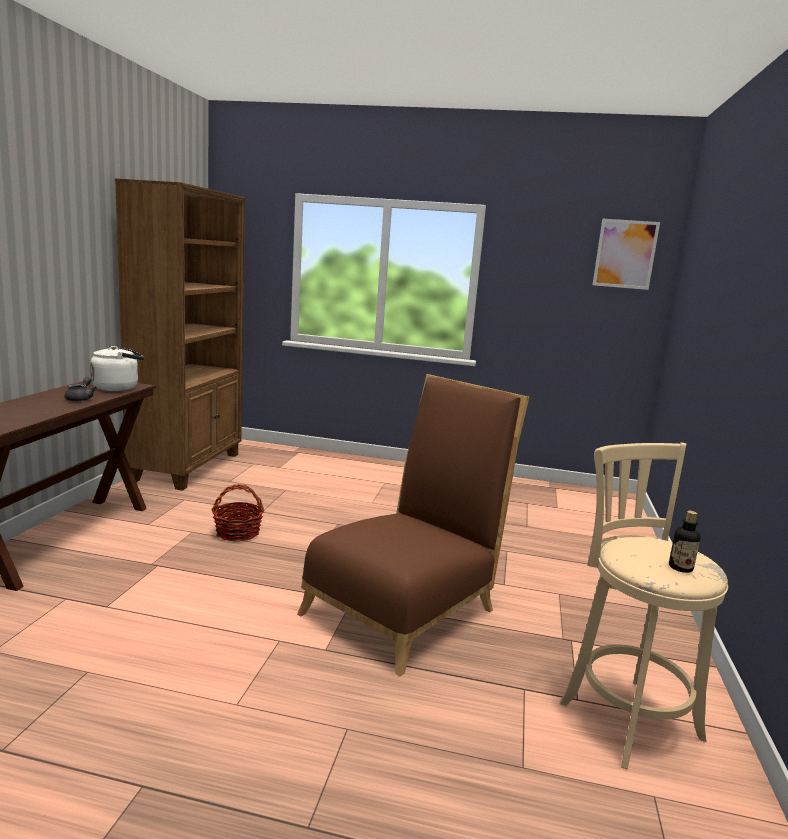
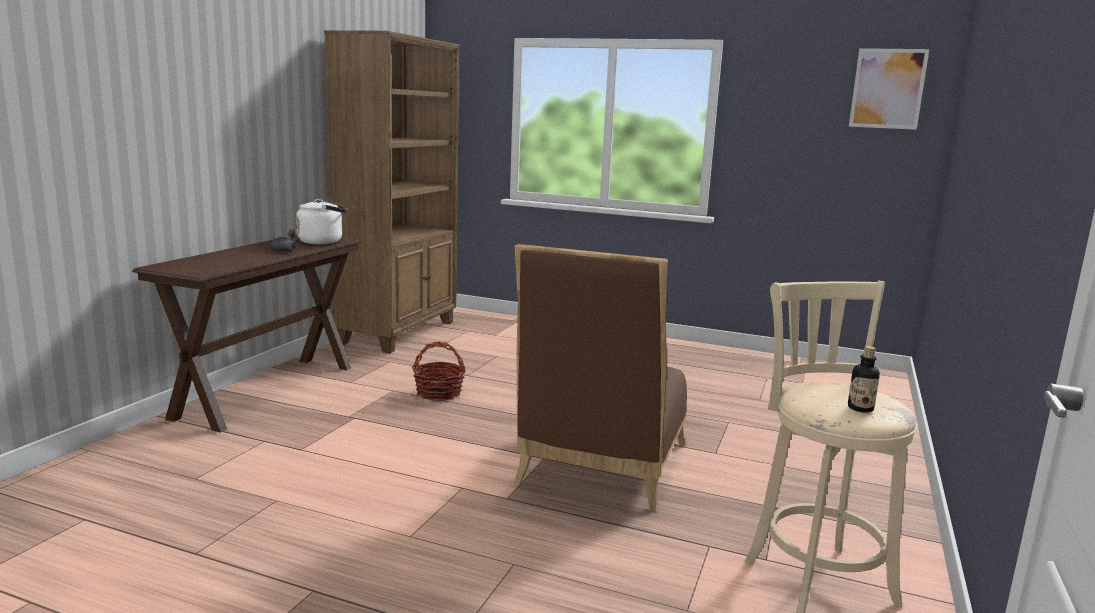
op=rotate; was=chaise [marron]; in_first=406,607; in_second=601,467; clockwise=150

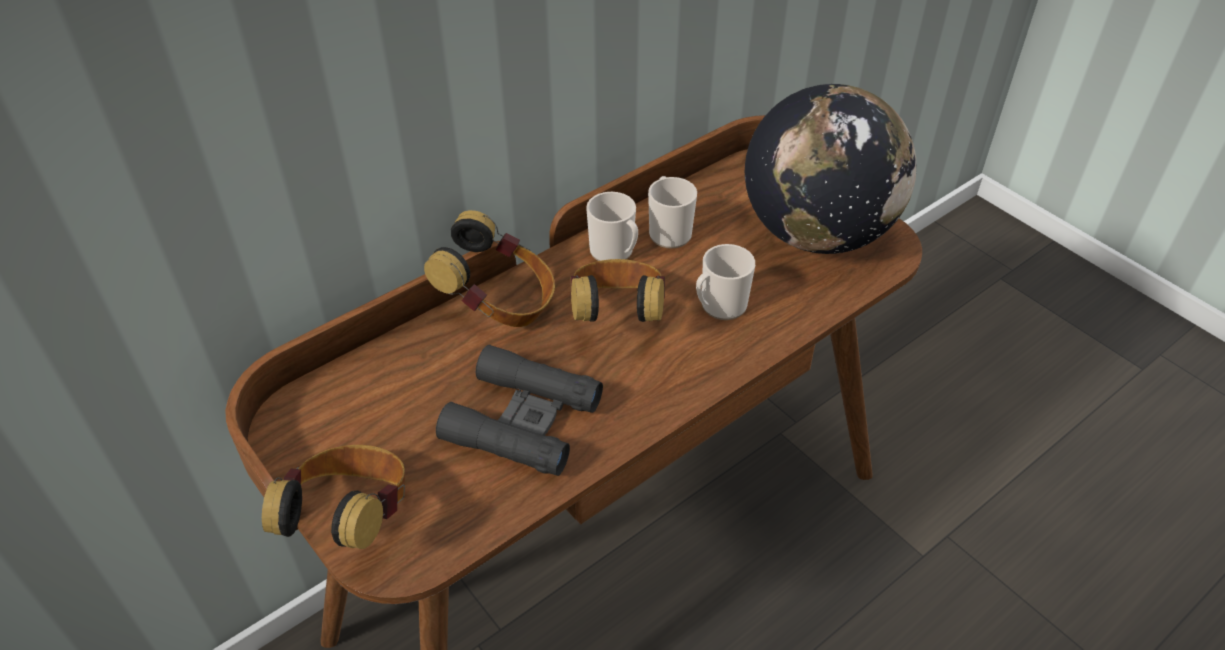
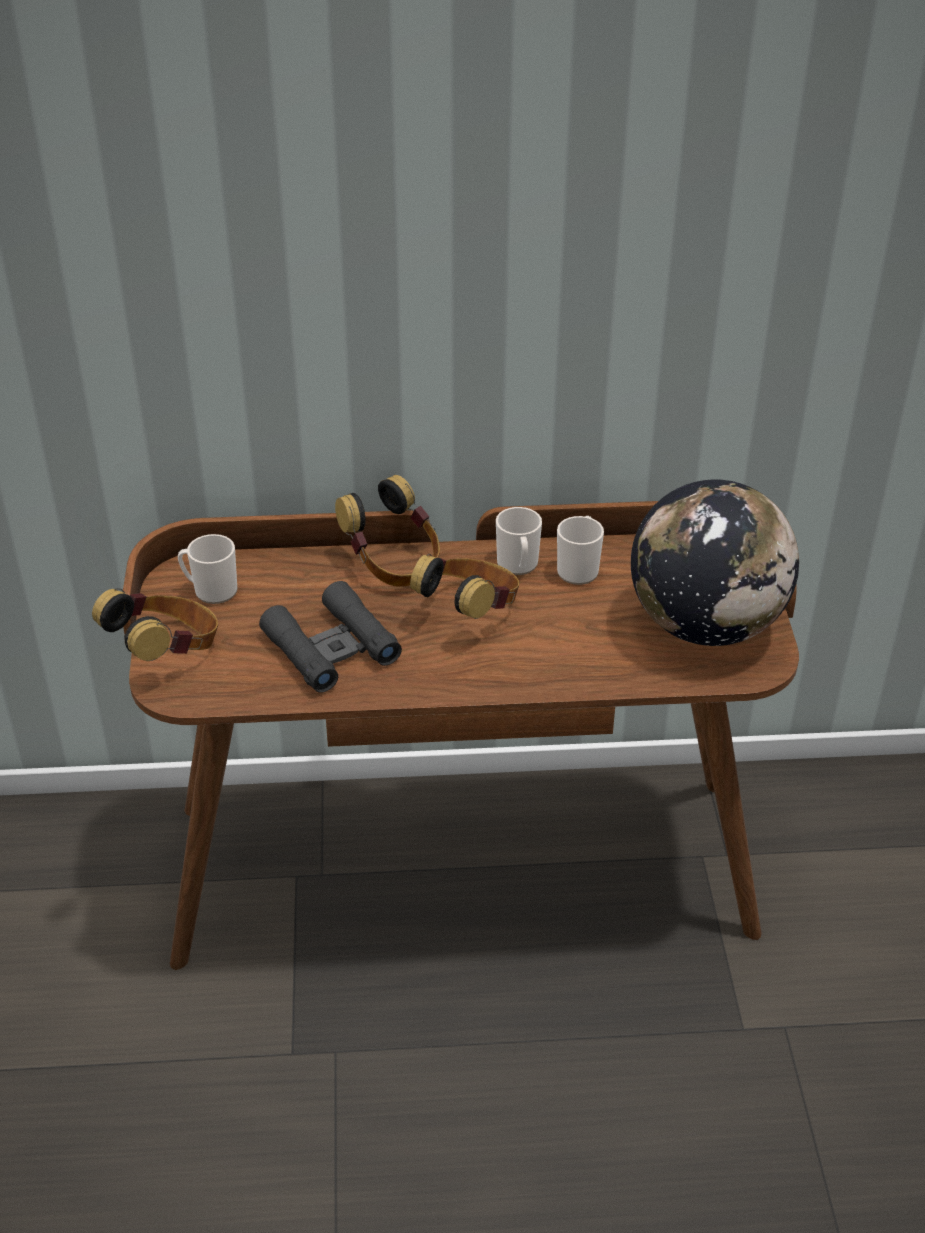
op=move; was=mug; in_first=719,306; in_second=211,590

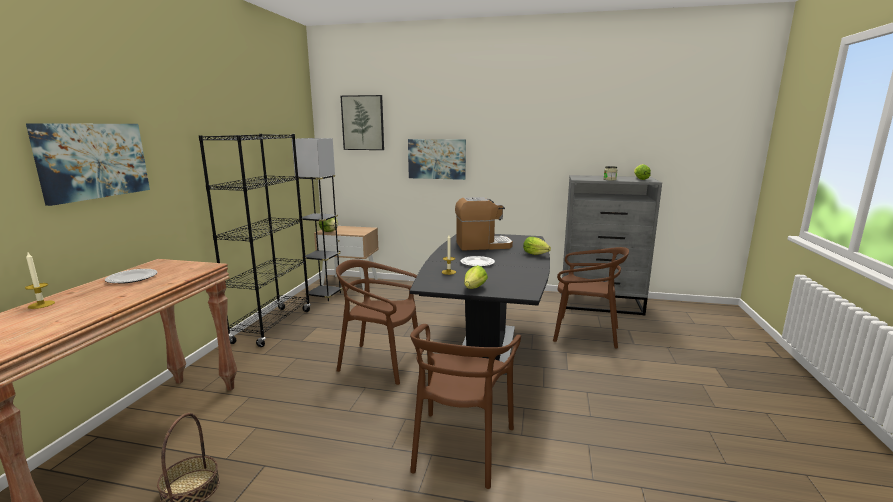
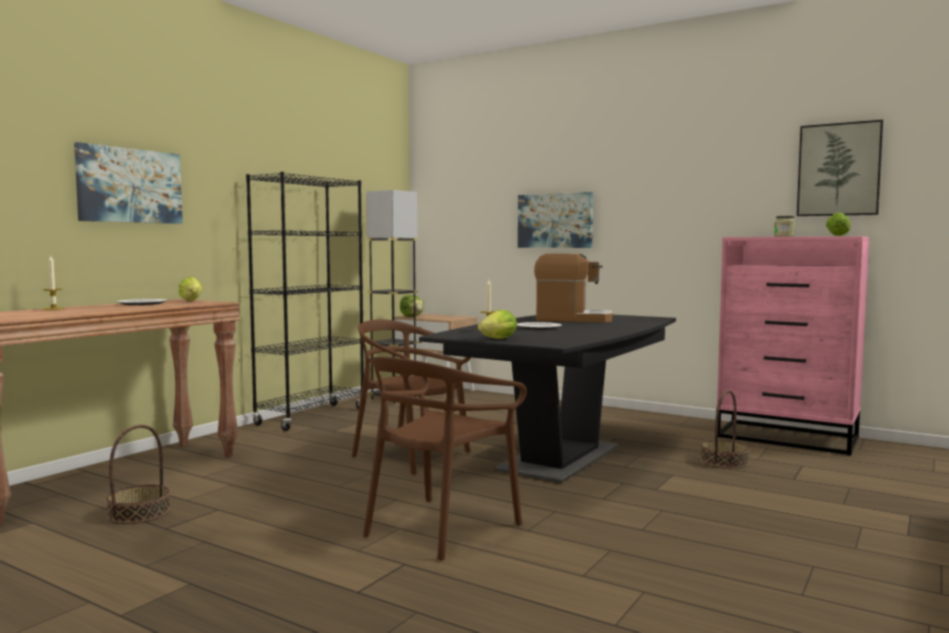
op=move; was=tableau; in_first=363,123; in_second=839,169
op=recolor; was=commode [gris]; now=commode [rose]; in_first=601,303; in_second=788,437
op=move; was=laitue; in_first=537,254; in_second=192,301
op=replace; was=chaise [marron]; now=panier; in_first=585,333; in_second=724,461

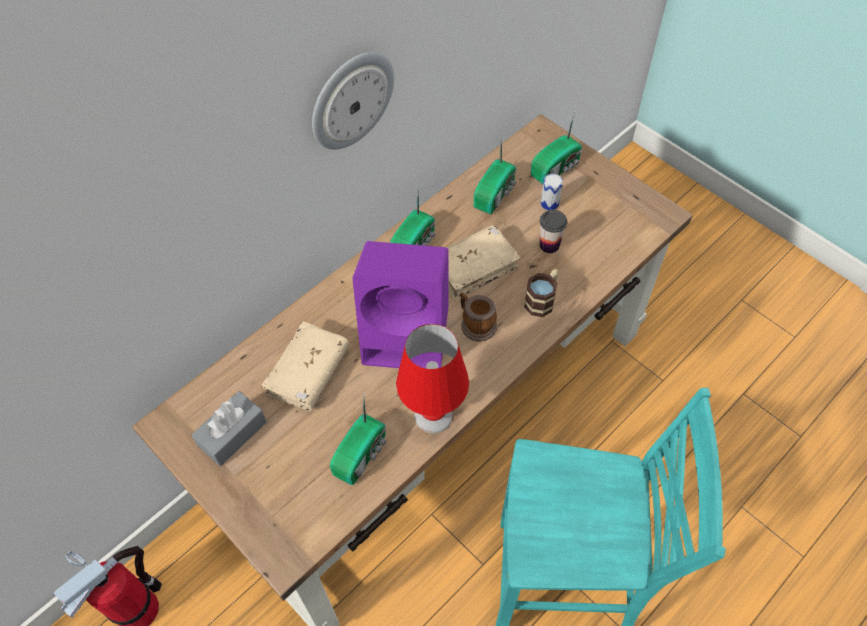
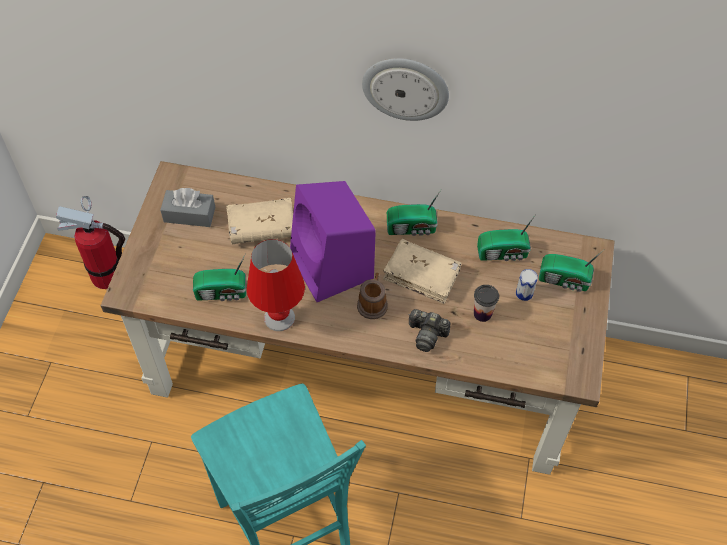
op=replace; was=mug; now=appareil photo; in_first=542,300; in_second=427,334

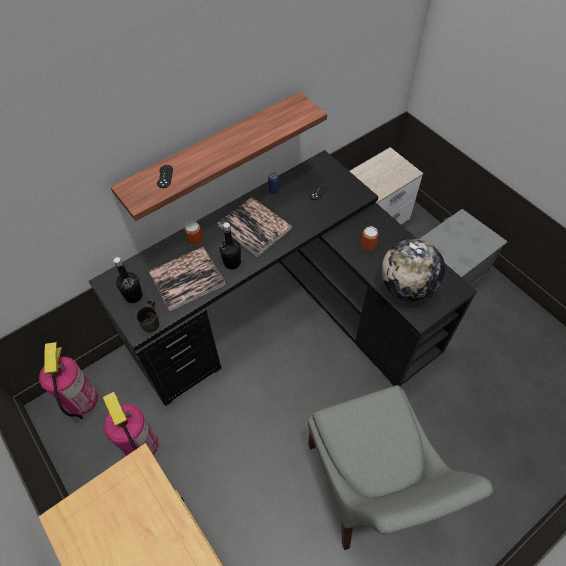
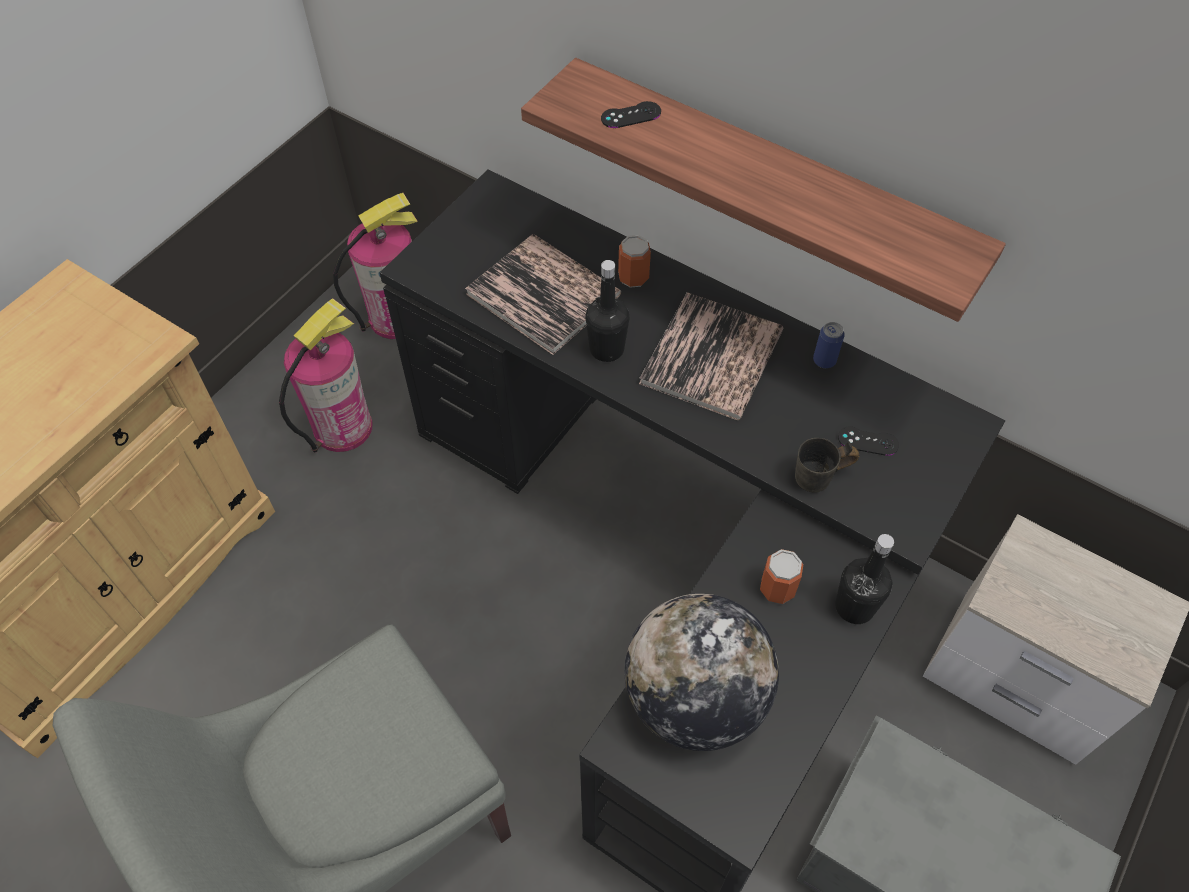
op=move; was=bouteille [noir]; in_first=133,296; in_second=854,607
op=move; was=mug [gris]; in_first=154,322; in_second=821,481

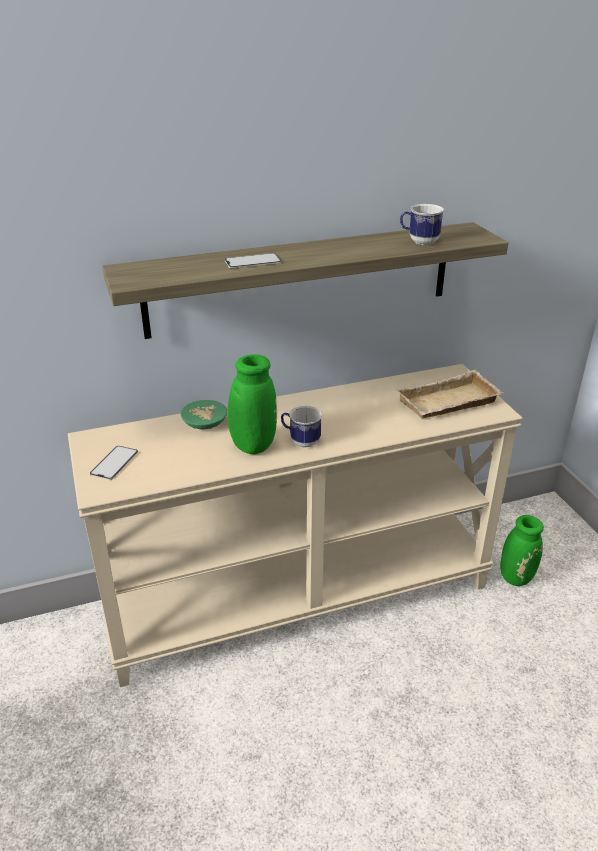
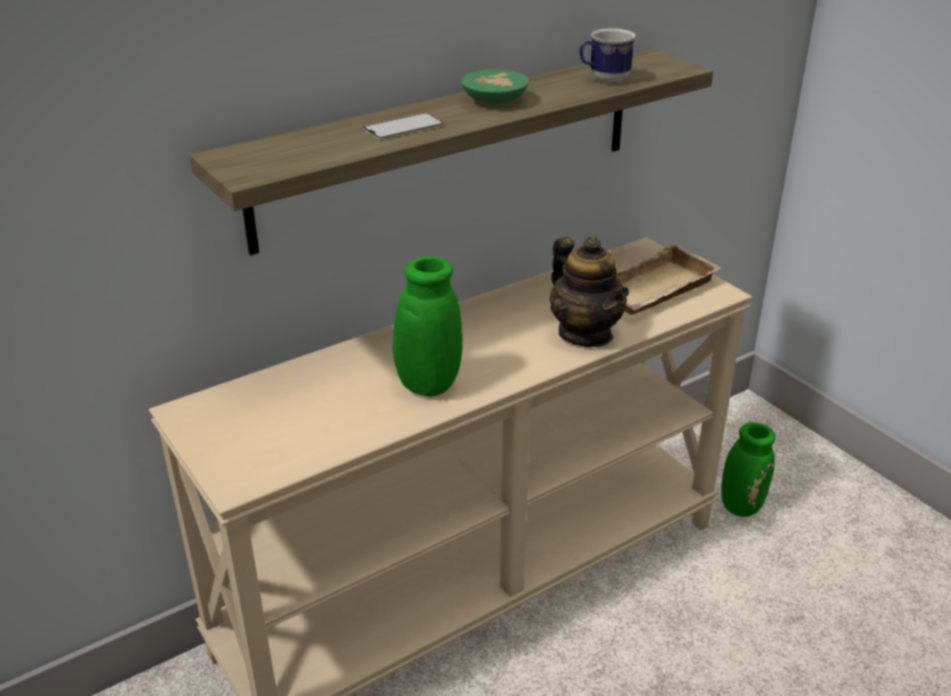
op=move; was=bol [vert]; in_first=205,424; in_second=496,101
op=delete; was=mug; in_first=300,441
op=delete; was=téléphone; in_first=114,463
op=insert; now=théière; in_second=585,334

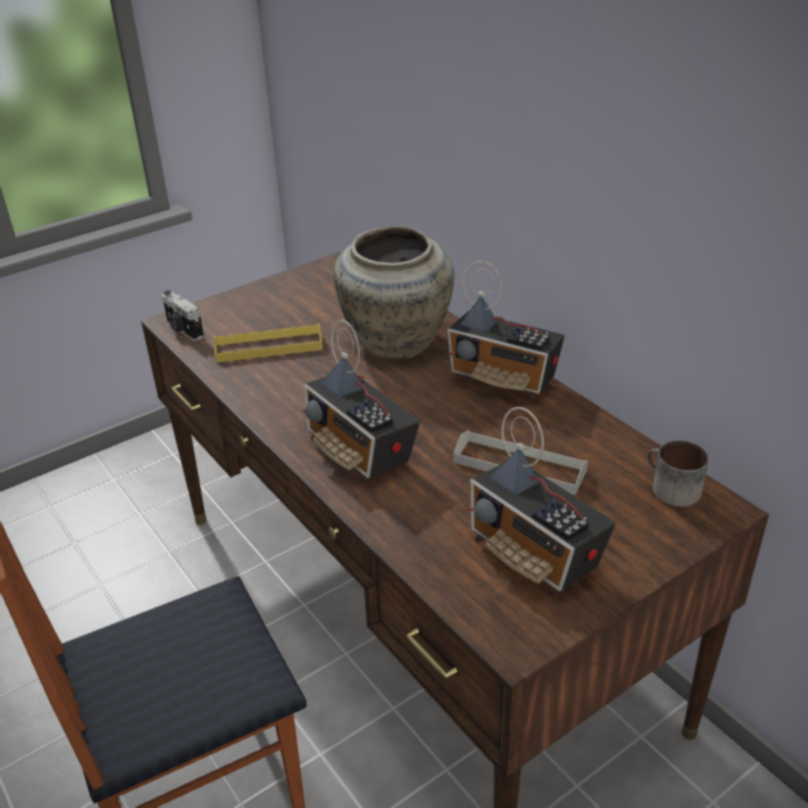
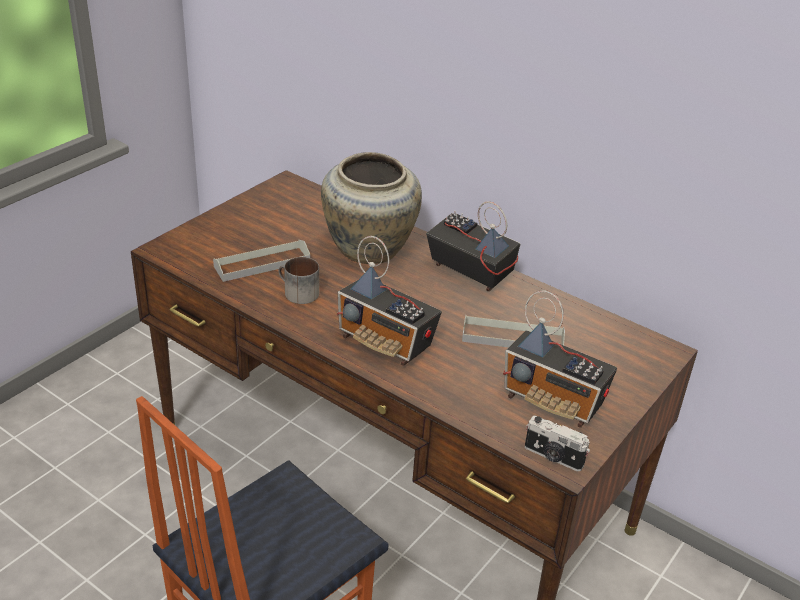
op=rotate; was=radio; in_first=503,380; in_second=469,272; clockwise=-150
op=move; was=appareil photo; in_first=183,330; in_second=553,457
op=recolor; was=plateau [jaune]; now=plateau [gris]; in_first=268,347; in_second=262,264
op=move; was=mug; in_first=669,489; in_second=297,293

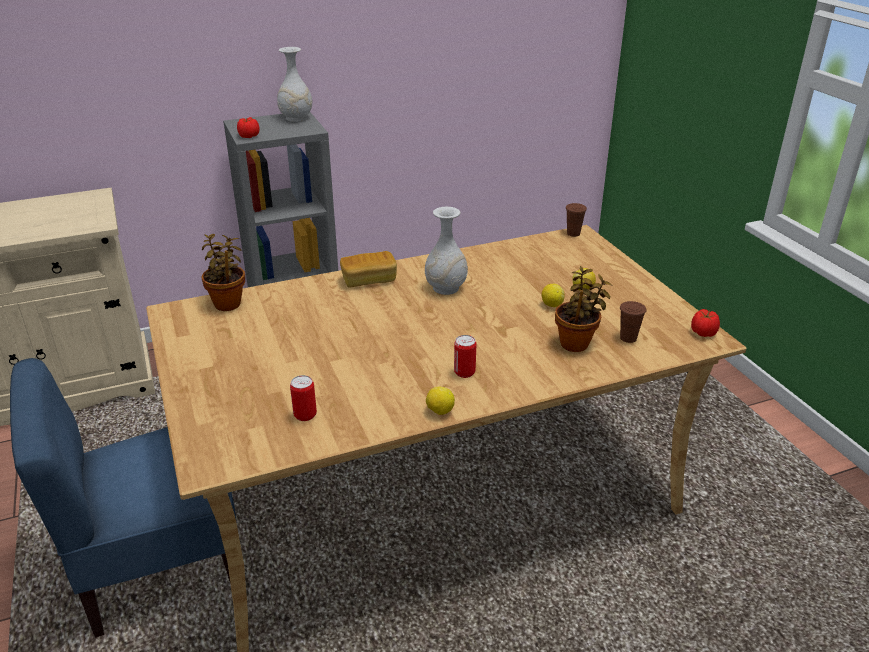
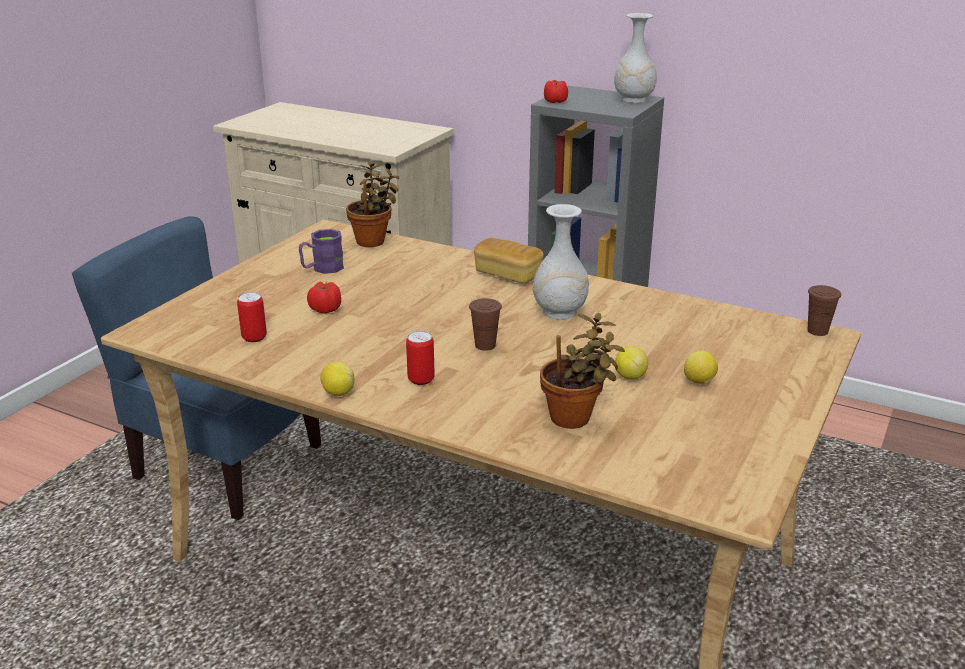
op=move; was=tasse [marron]; in_first=628,338; in_second=485,345
op=move; was=tomate; in_first=703,333; in_second=325,309
op=insert; now=mug [violet]; in_second=322,269

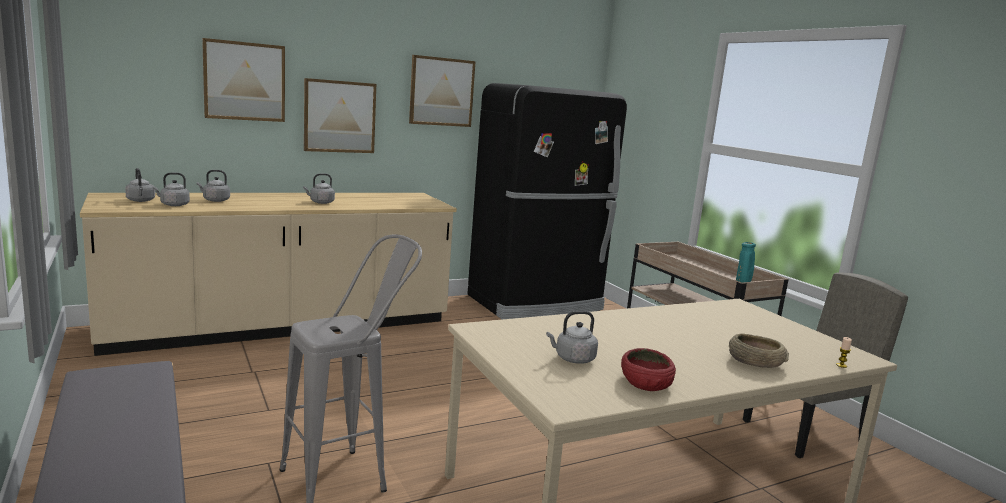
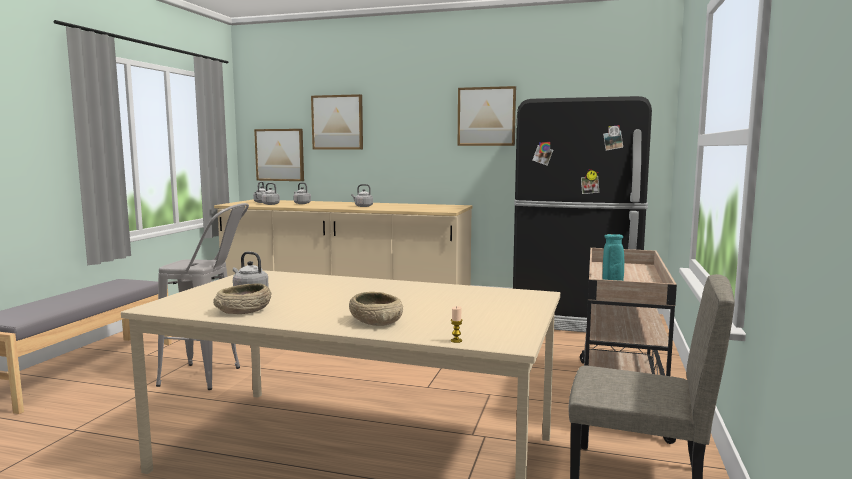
op=move; was=tableau; in_first=339,116; in_second=280,155
op=recolor; was=bol [rouge]; now=bol [beige]; in_first=646,382; in_second=244,310

